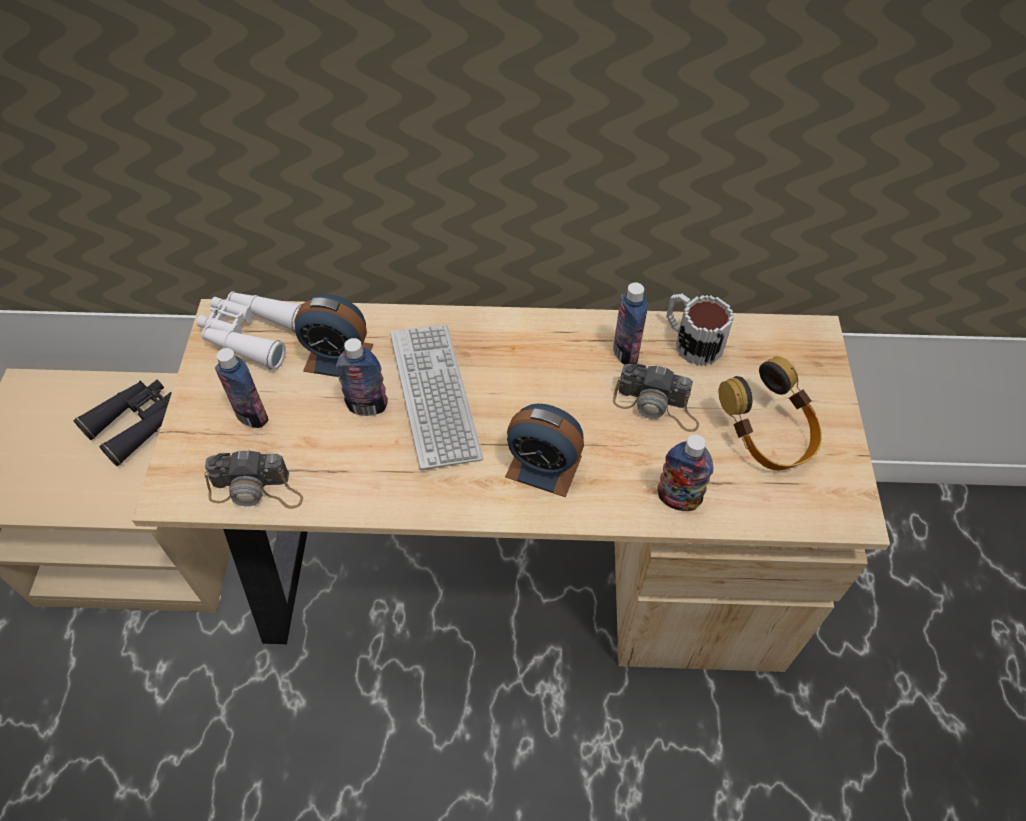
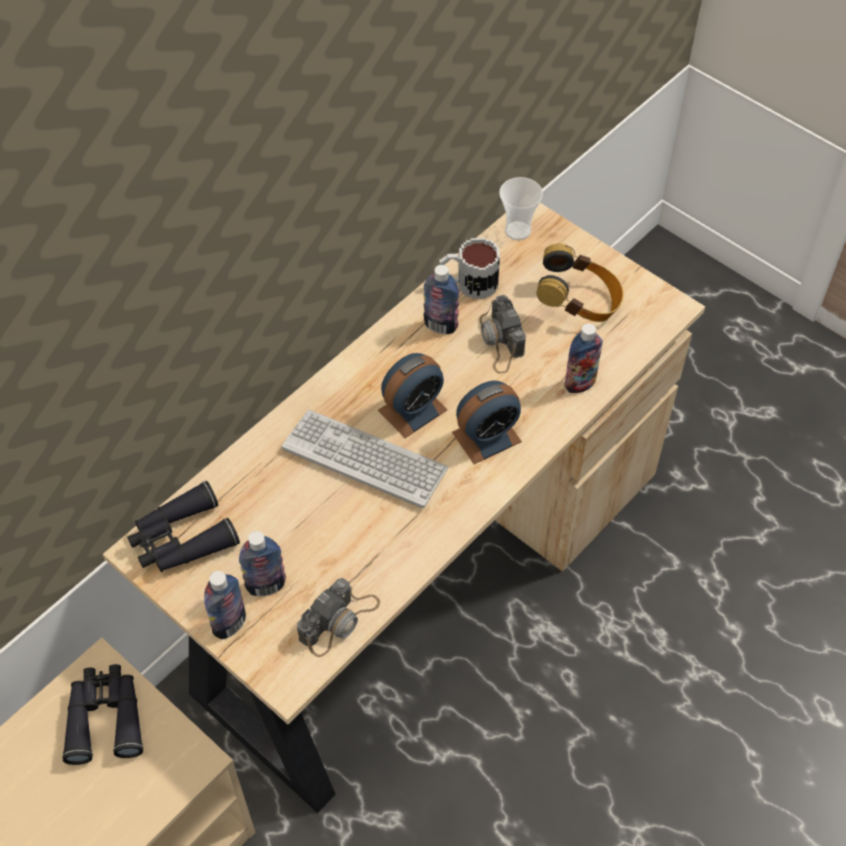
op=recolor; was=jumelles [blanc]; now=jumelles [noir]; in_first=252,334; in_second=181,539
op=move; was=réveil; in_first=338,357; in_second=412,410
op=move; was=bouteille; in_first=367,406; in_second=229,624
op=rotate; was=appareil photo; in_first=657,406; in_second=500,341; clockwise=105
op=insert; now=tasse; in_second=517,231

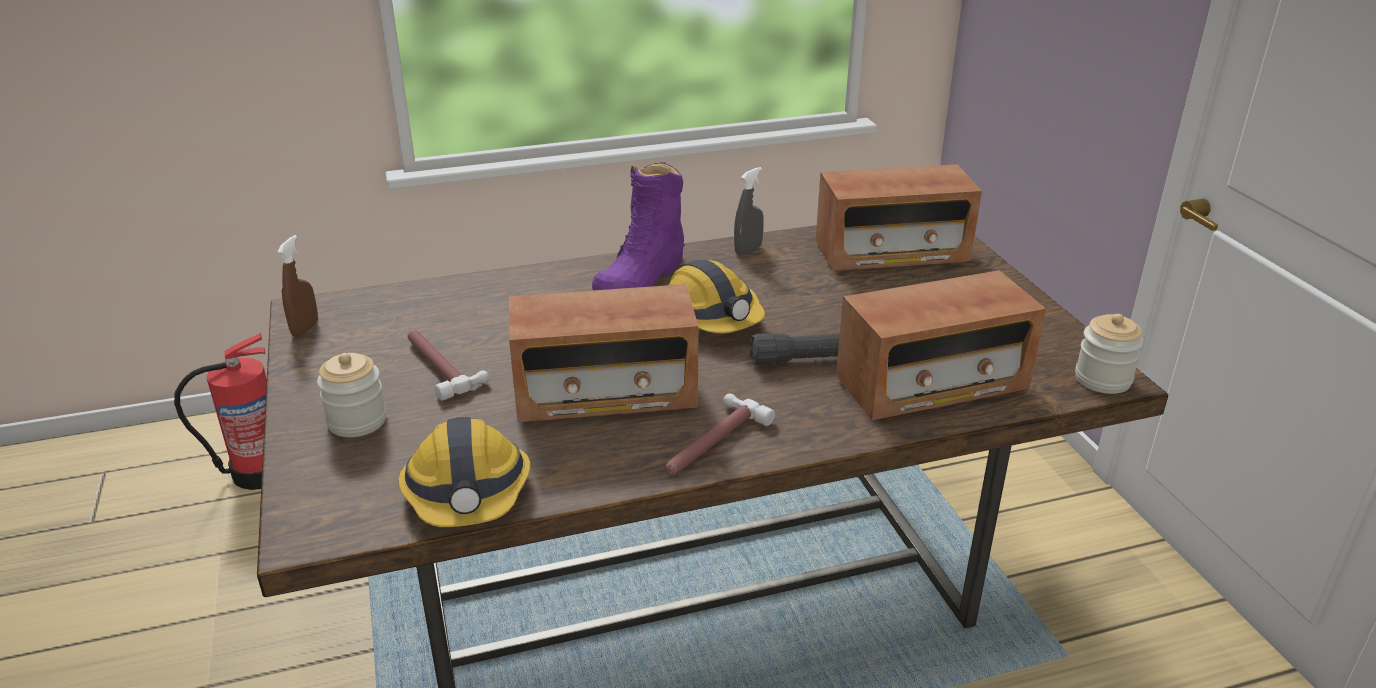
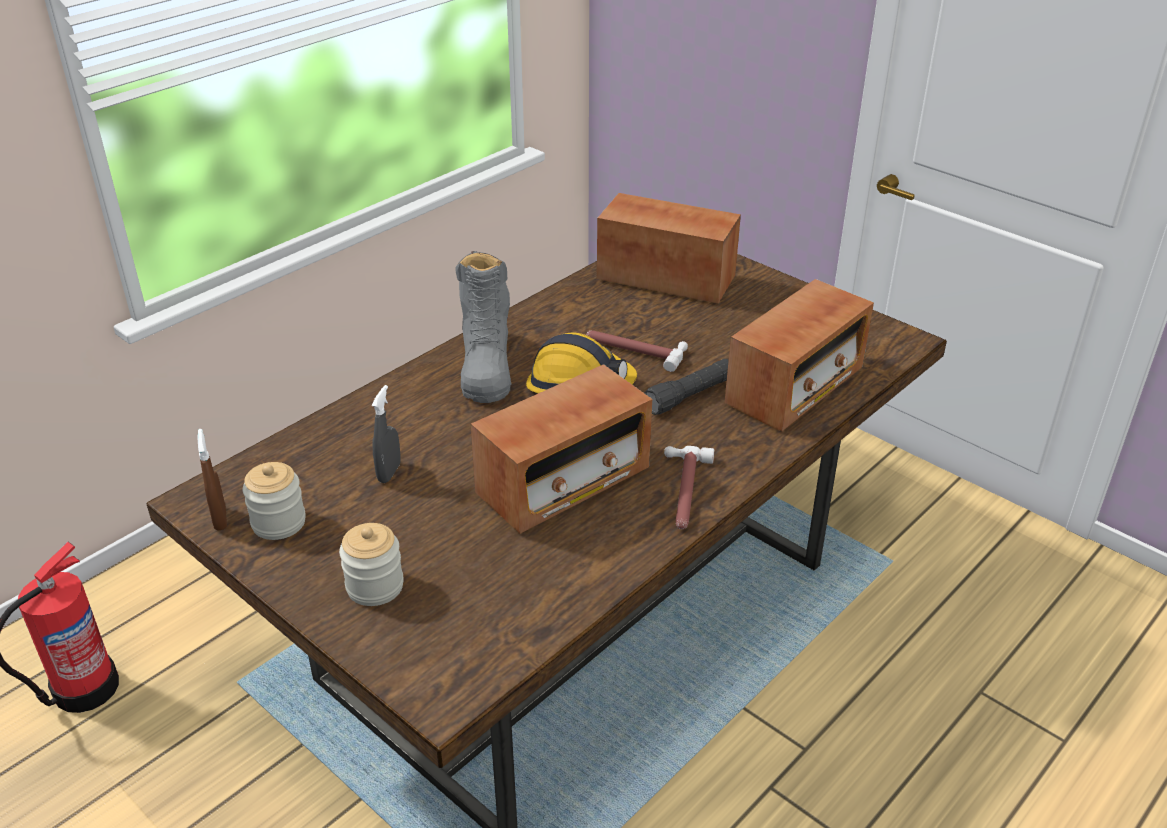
op=recolor; was=botte [violet]; now=botte [gris]; in_first=641,279; in_second=486,365
op=rotate; was=radio; in_first=891,253; in_second=666,279; clockwise=-120
op=move; was=vaporisateur [gris]; in_first=748,250; in_second=389,472
op=move; was=bocal; in_first=1102,379; in_second=278,522
op=move; was=marteau; in_first=440,365; in_second=634,350
op=delete; was=casque de chantier; in_first=468,493

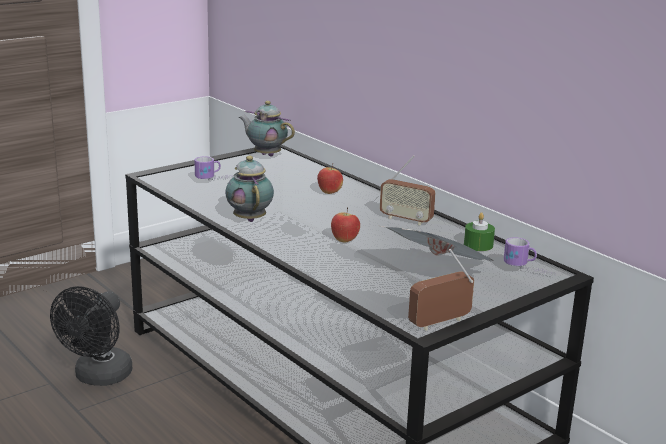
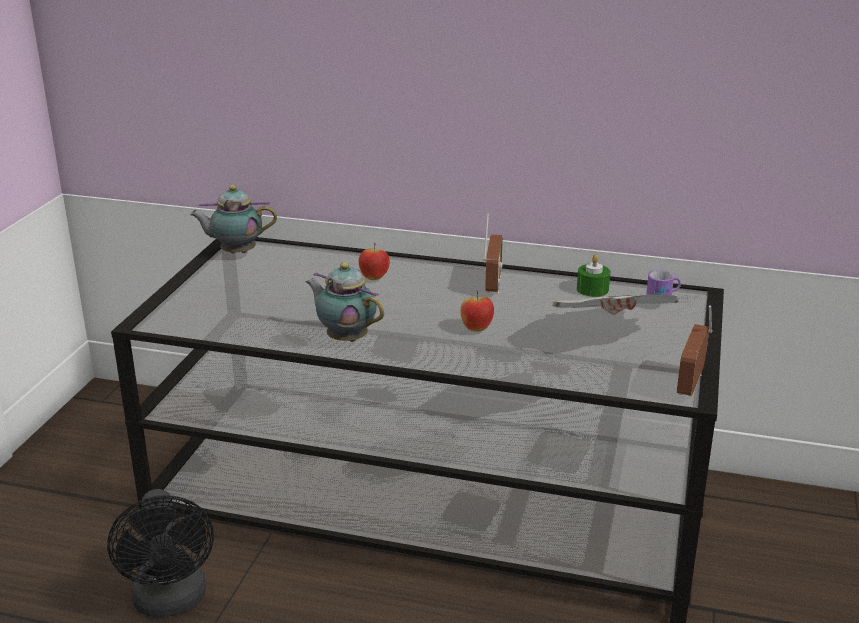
op=rotate; was=radio; in_first=406,220; in_second=492,284; clockwise=-75
op=delete; was=mug; in_first=216,180

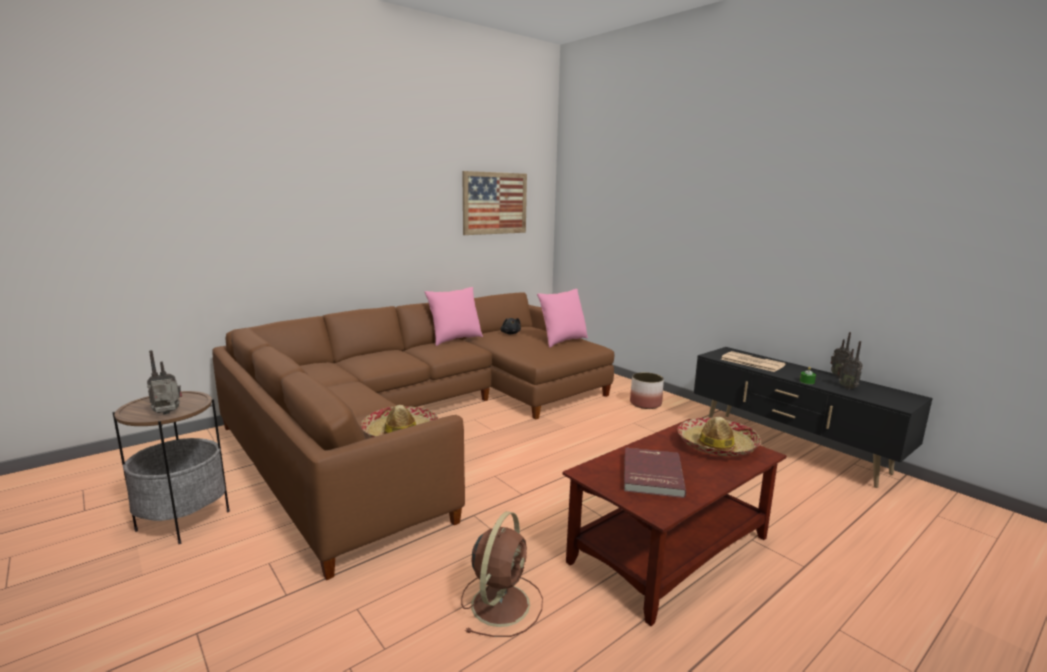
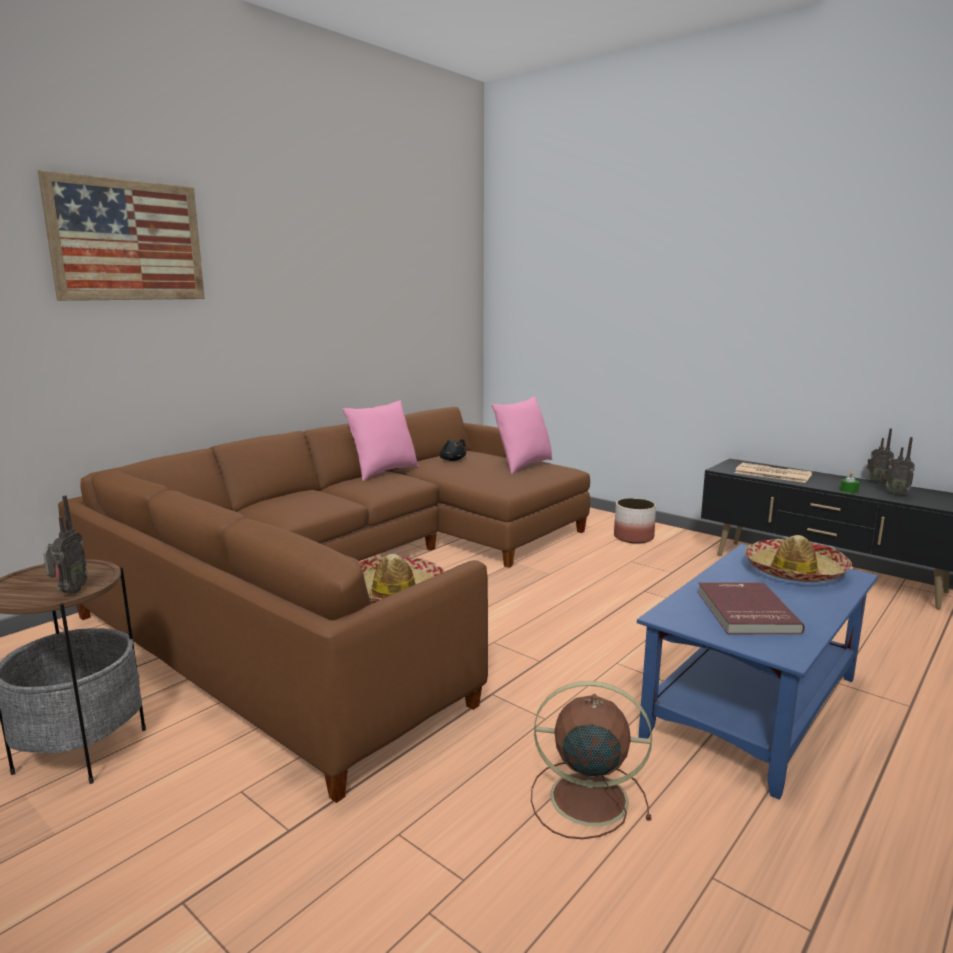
op=move; was=tableau; in_first=495,203; in_second=127,241
op=rotate; was=radio; in_first=168,414; in_second=69,592; clockwise=135
op=recolor; was=table basse [marron]; now=table basse [bleu]; in_first=670,549; in_second=753,705
op=rotate; was=ventilateur [marron]; in_first=501,602; in_second=585,798; clockwise=-90

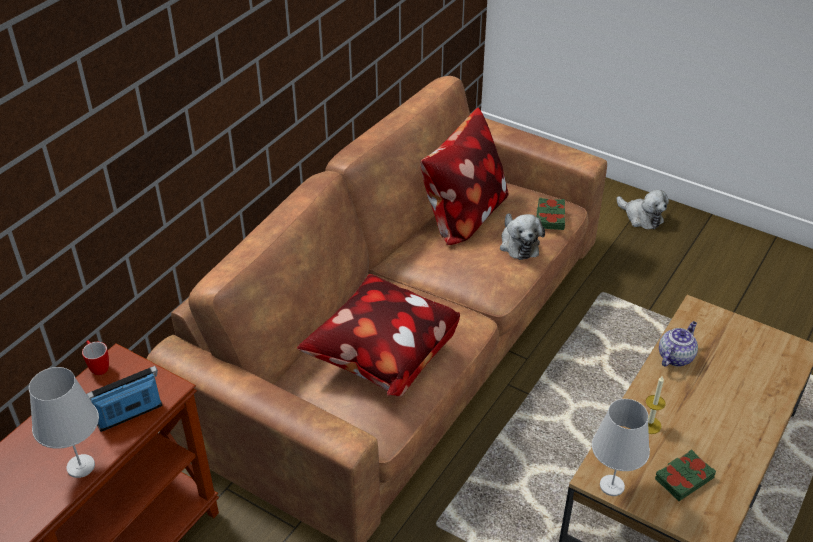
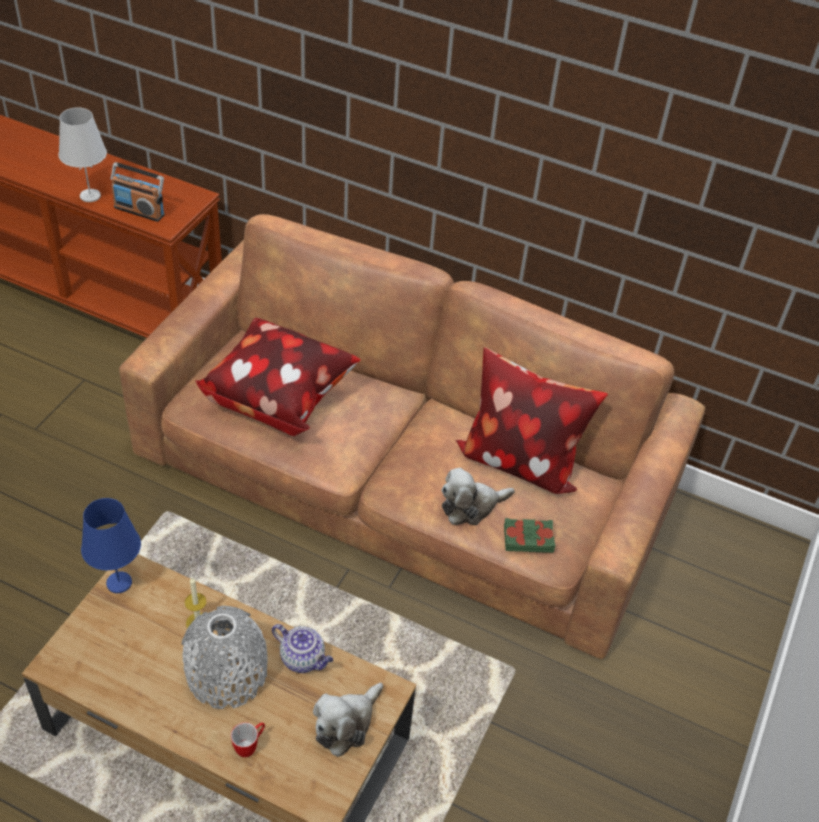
op=move; was=peluche; in_first=641,217; in_second=346,724
op=move; was=mug; in_first=98,366; in_second=250,746
op=rotate; was=radio; in_first=129,414; in_second=139,211; clockwise=150
op=recolor; was=lampe de table [blanc]; now=lampe de table [bleu]; in_first=612,485; in_second=119,583
op=delete; was=livre [vert]; in_first=683,478
op=insert; now=vase [gris]; in_second=227,673

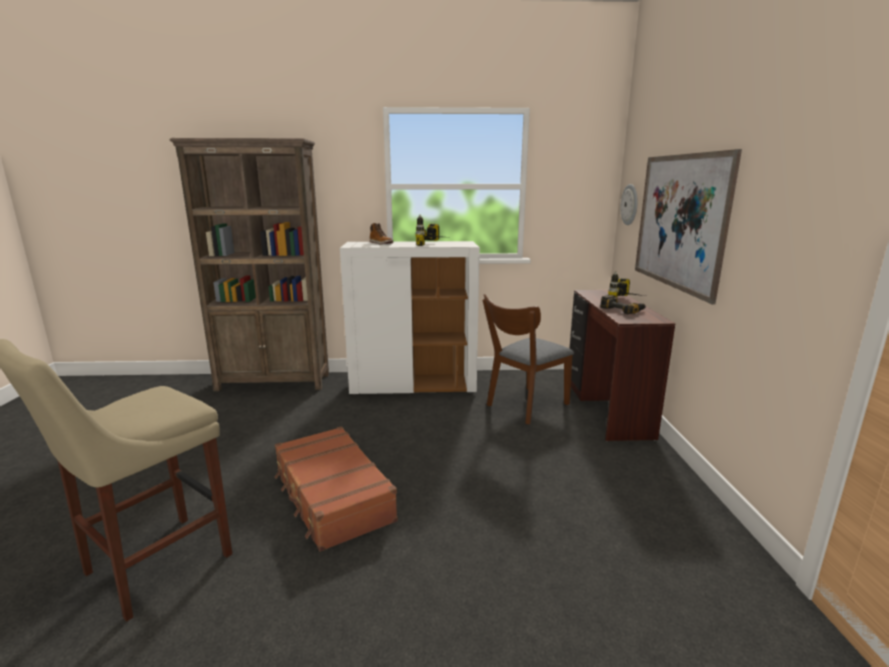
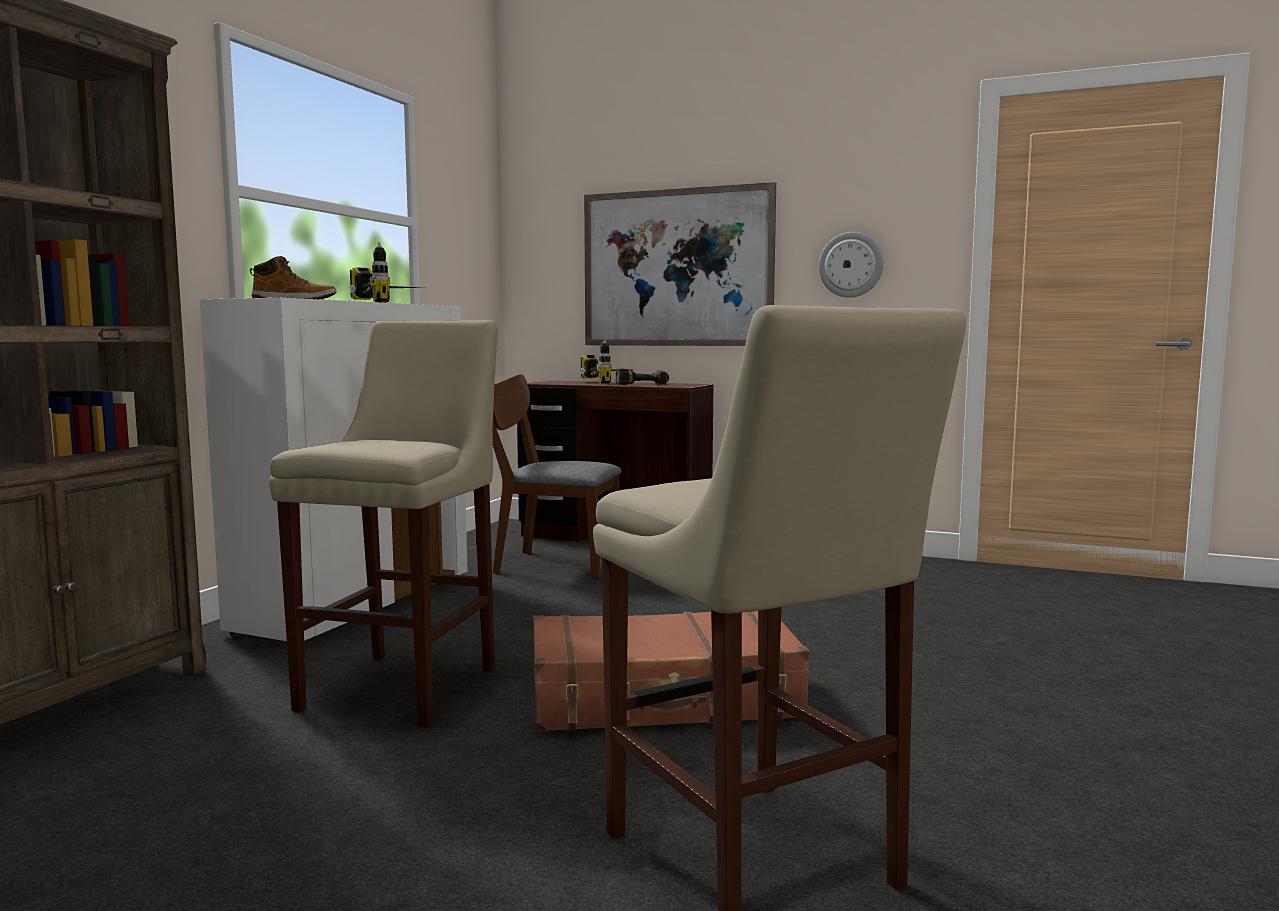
op=move; was=horloge murale; in_first=630,204; in_second=851,265
op=rotate; was=chaise [marron]; in_first=524,406; in_second=549,564; clockwise=120
op=insert; now=tabouret [beige]; in_second=406,684

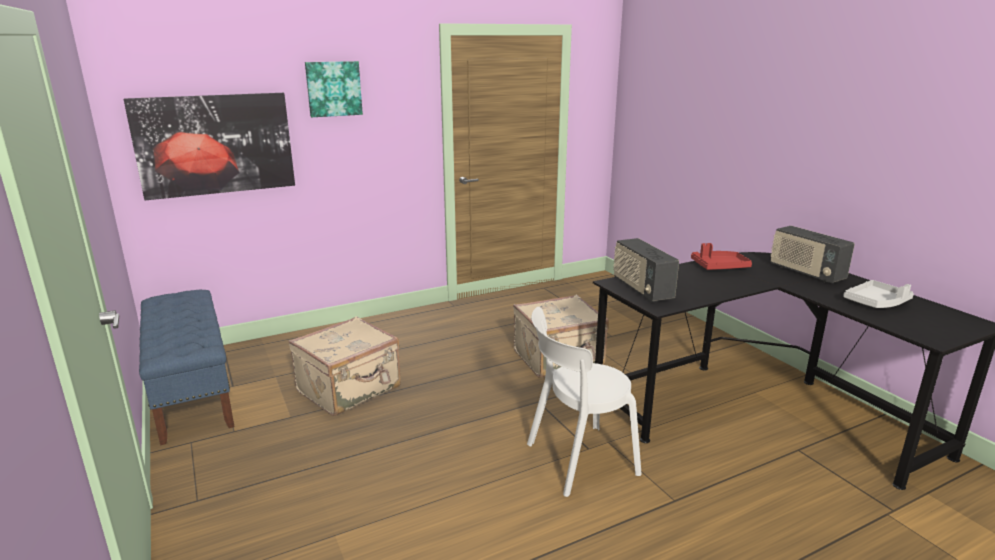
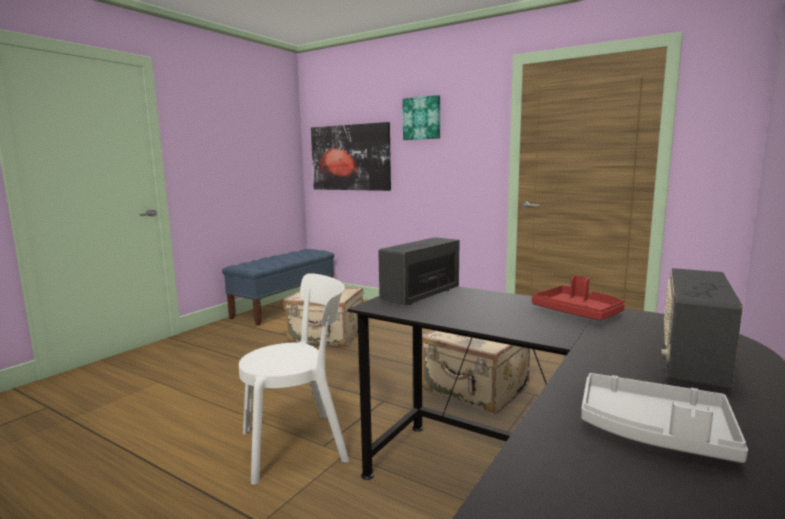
op=rotate; was=chaise [blanc]; in_first=577,460; in_second=299,444; clockwise=120

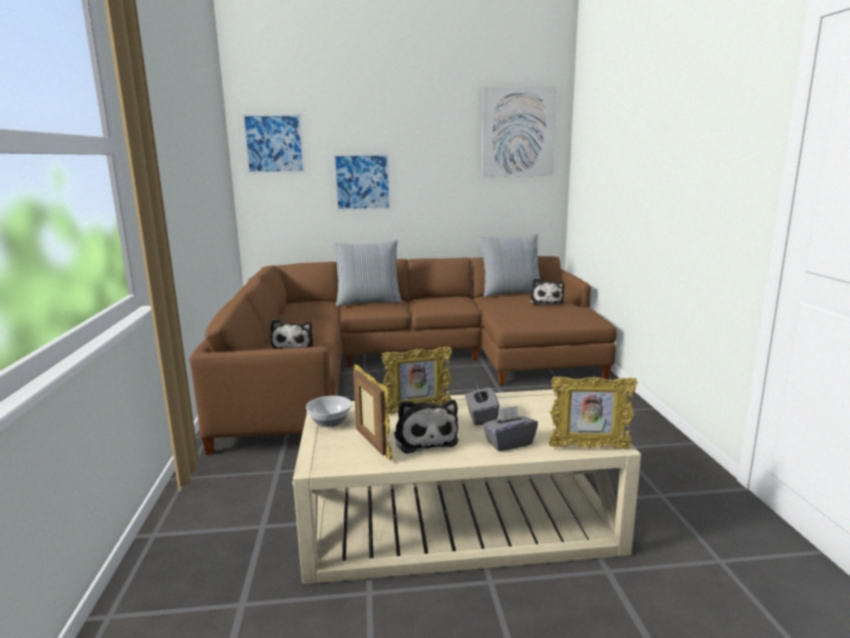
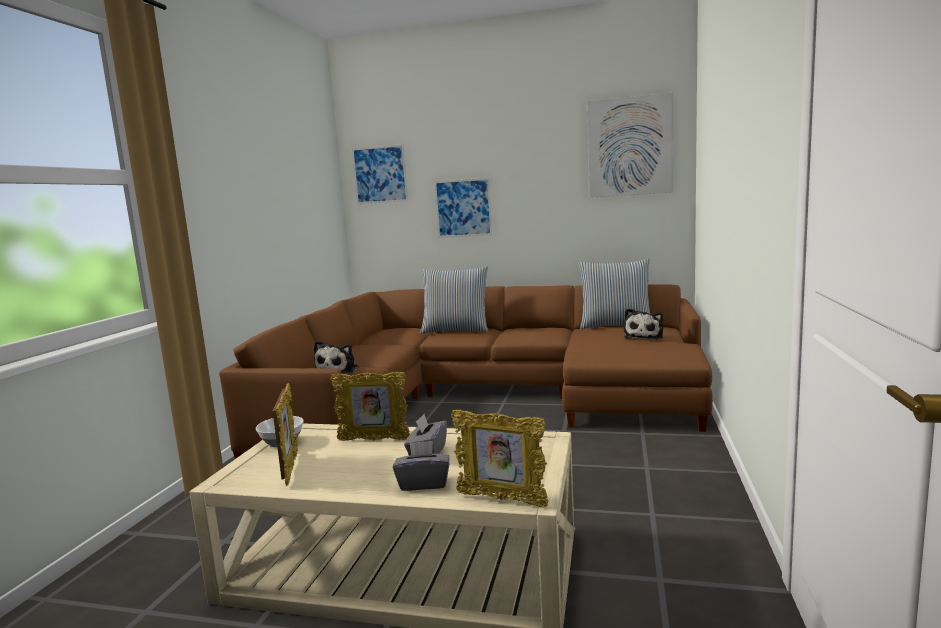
op=delete; was=peluche; in_first=424,438

